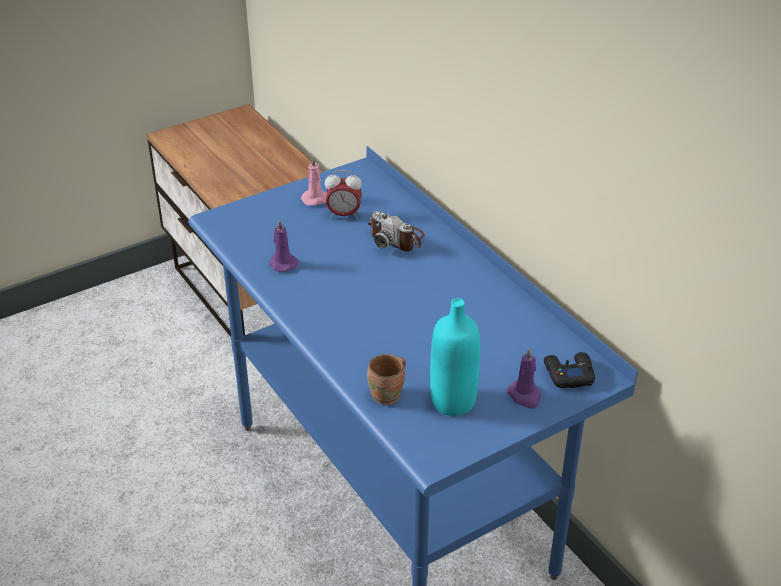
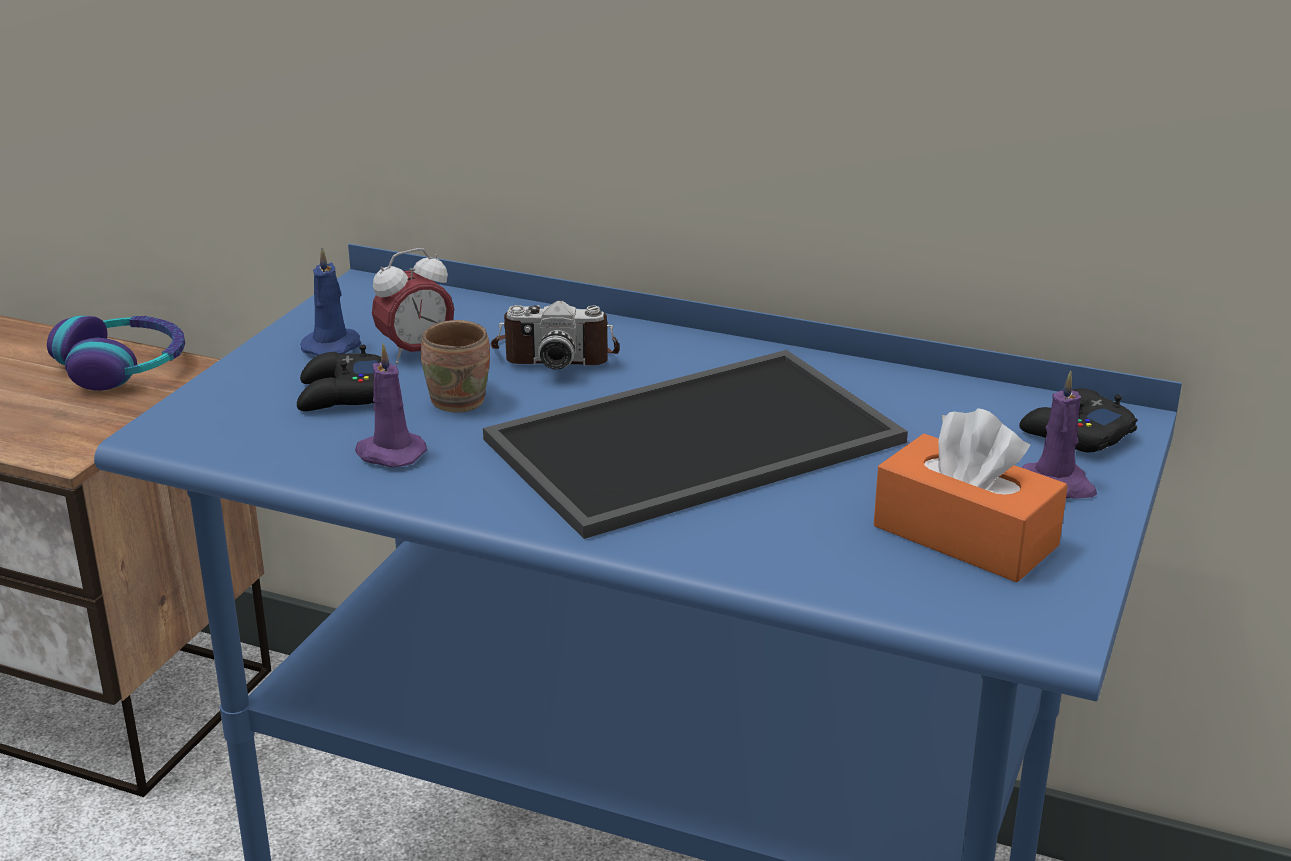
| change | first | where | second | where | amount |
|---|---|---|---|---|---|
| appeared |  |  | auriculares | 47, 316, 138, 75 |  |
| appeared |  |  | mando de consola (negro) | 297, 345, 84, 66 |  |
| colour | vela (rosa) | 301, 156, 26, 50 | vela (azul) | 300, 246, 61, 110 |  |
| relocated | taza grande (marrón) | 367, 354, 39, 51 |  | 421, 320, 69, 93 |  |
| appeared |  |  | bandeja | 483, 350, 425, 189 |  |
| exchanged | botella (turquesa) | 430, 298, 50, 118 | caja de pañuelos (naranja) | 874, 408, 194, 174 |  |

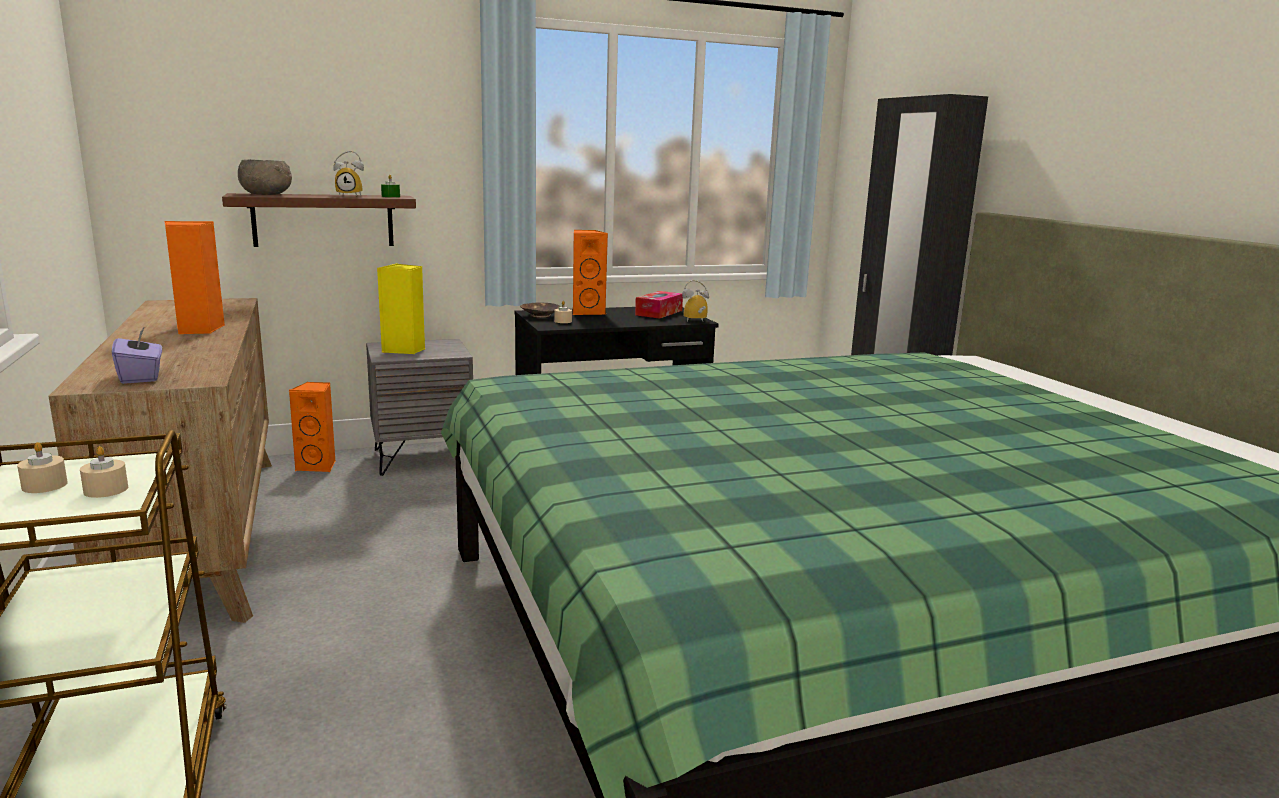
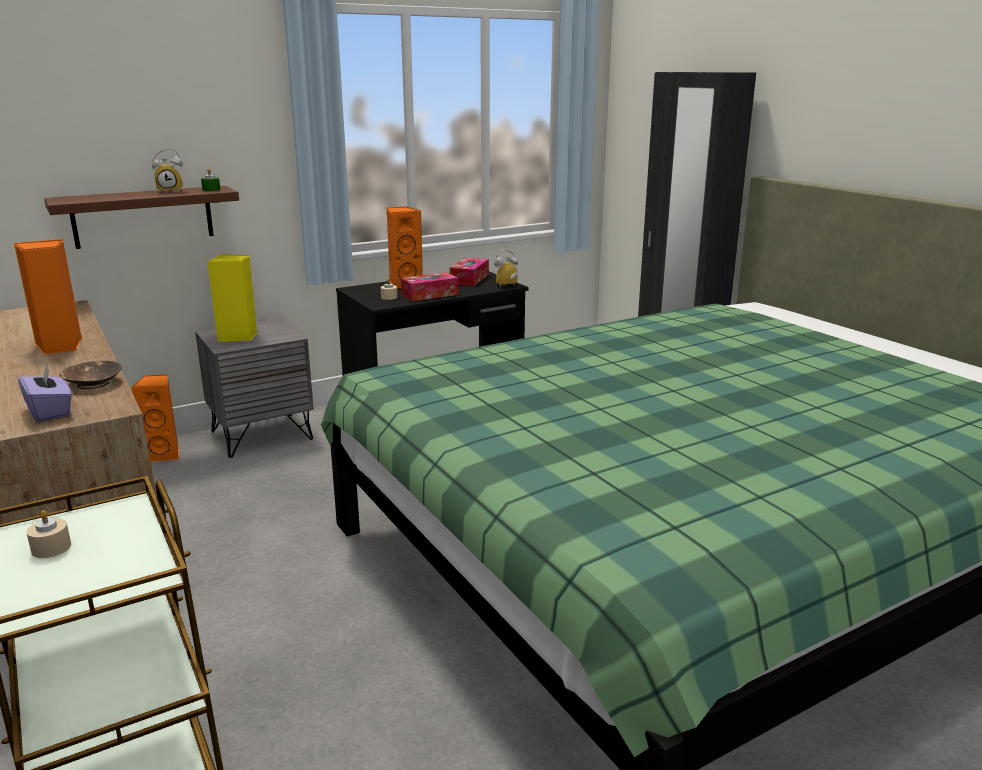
| change | first | where | second | where | amount |
|---|---|---|---|---|---|
| relocated | cuenco (marrón) | 520, 302, 40, 16 |  | 59, 361, 63, 28 |  |
| appeared |  |  | caja de pañuelos | 401, 272, 58, 29 |  |
| missing | vela (beis) | 80, 446, 48, 52 |  |  |  |
| missing | cuenco (gris) | 238, 159, 54, 36 |  |  |  |

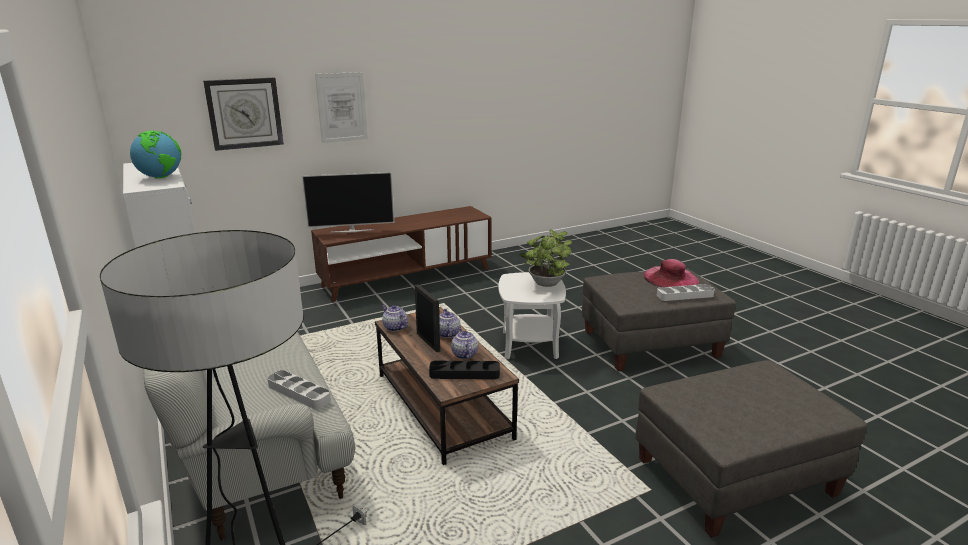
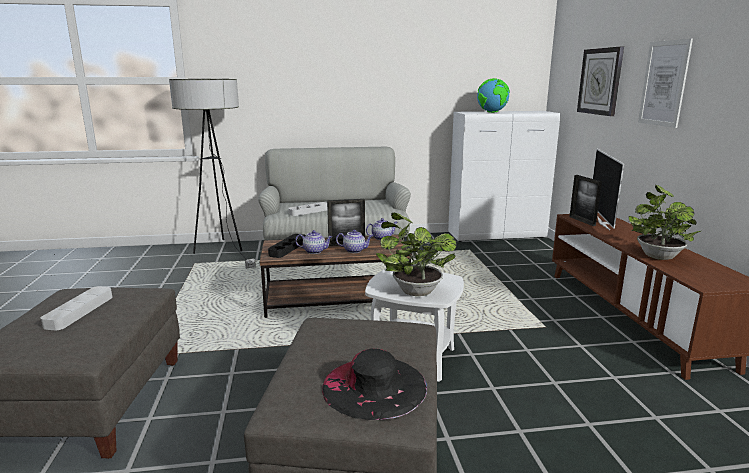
| change | first | where | second | where | amount |
|---|---|---|---|---|---|
| relocated | bandeja (gris) | 657, 284, 58, 17 |  | 41, 286, 72, 45 |  |
| colour | sombrero (rosa) | 644, 259, 55, 28 | sombrero (negro) | 322, 348, 105, 72 |  |
| appeared |  |  | portarretratos | 569, 175, 33, 51 |  |
| appeared |  |  | planta en maceta | 628, 185, 73, 75 |  |

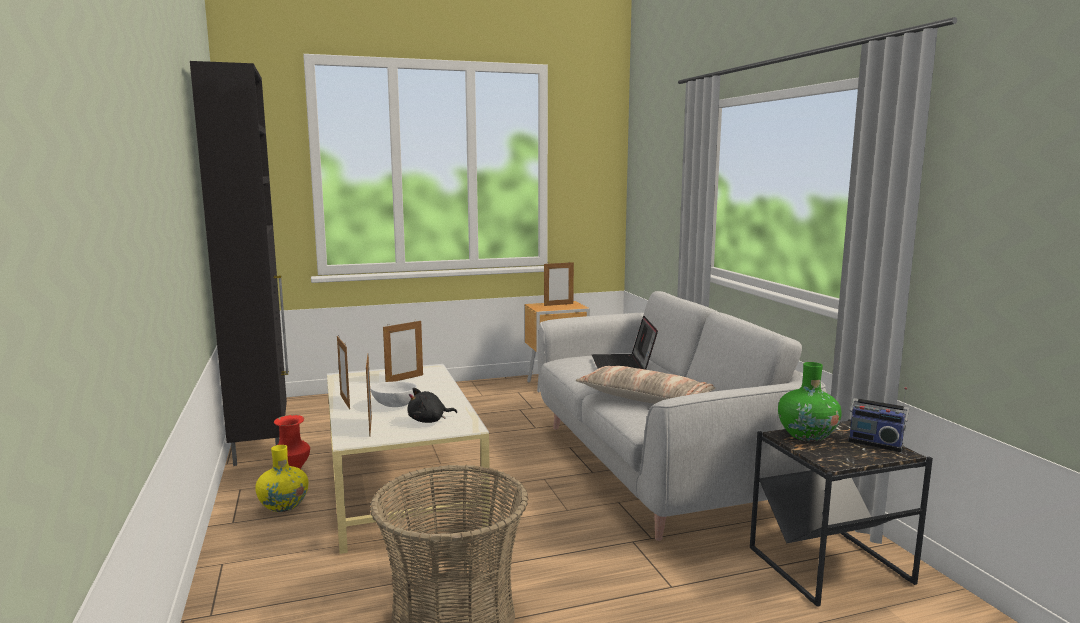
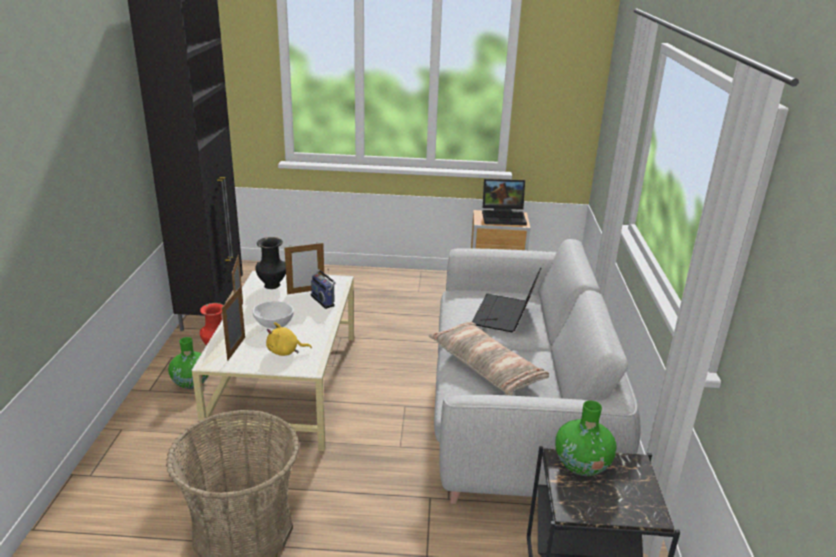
| change | first | where | second | where | amount |
|---|---|---|---|---|---|
| colour | florero (amarillo) | 255, 445, 54, 67 | florero (verde) | 168, 337, 41, 52 |  |
| appeared |  |  | florero (negro) | 256, 237, 30, 52 |  |
| colour | peluche (negro) | 407, 388, 50, 35 | peluche (amarillo) | 266, 322, 46, 34 |  |
| relocated | radio | 848, 387, 61, 65 |  | 311, 269, 25, 40 |  |
| exchanged | portarretratos | 544, 261, 30, 45 | portátil | 482, 179, 45, 46 |  |

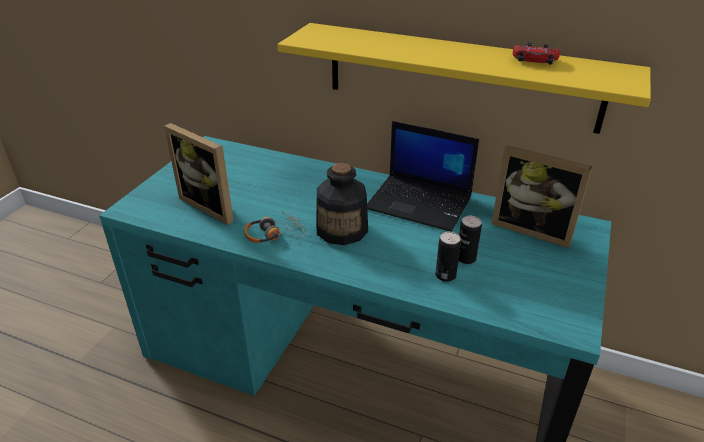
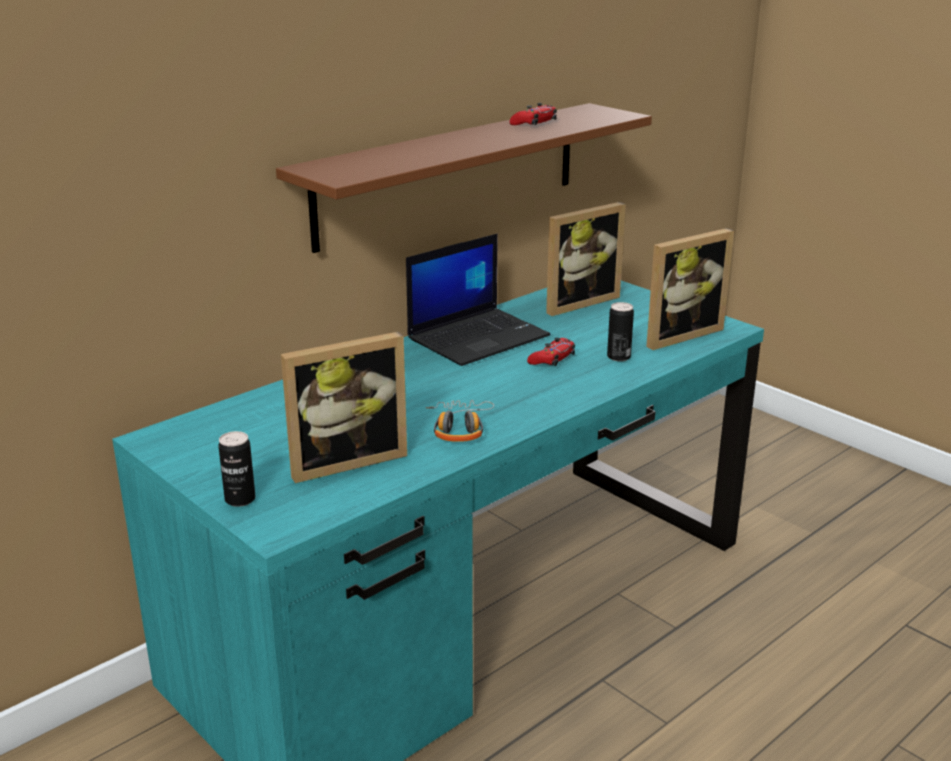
| change | first | where | second | where | amount |
|---|---|---|---|---|---|
| relocated | lata | 458, 216, 24, 48 |  | 218, 431, 38, 76 |  |
| colour | estante (amarillo) | 277, 23, 374, 111 | estante (marrón) | 276, 103, 376, 150 |  |
| appeared |  |  | mando de consola (rojo) | 527, 338, 48, 28 |  |
| appeared |  |  | portarretratos | 646, 228, 88, 122 |  |
| missing | botella | 316, 163, 52, 82 |  |  |  |

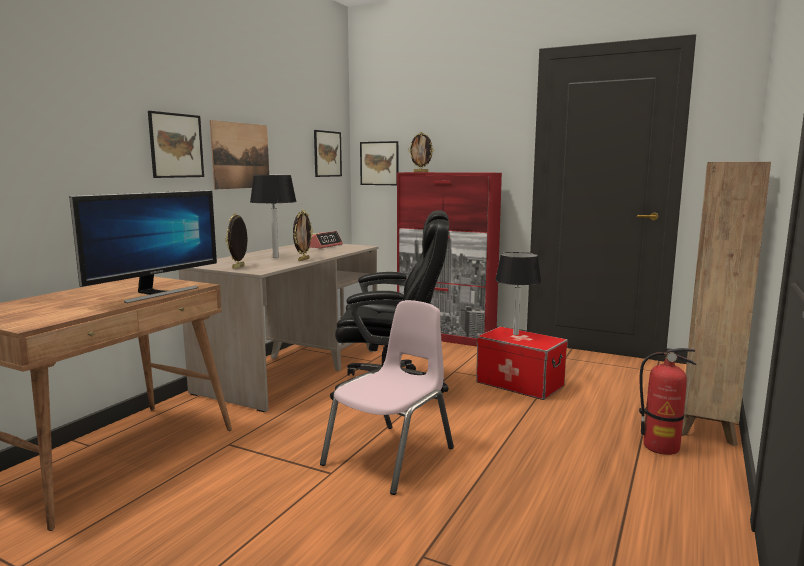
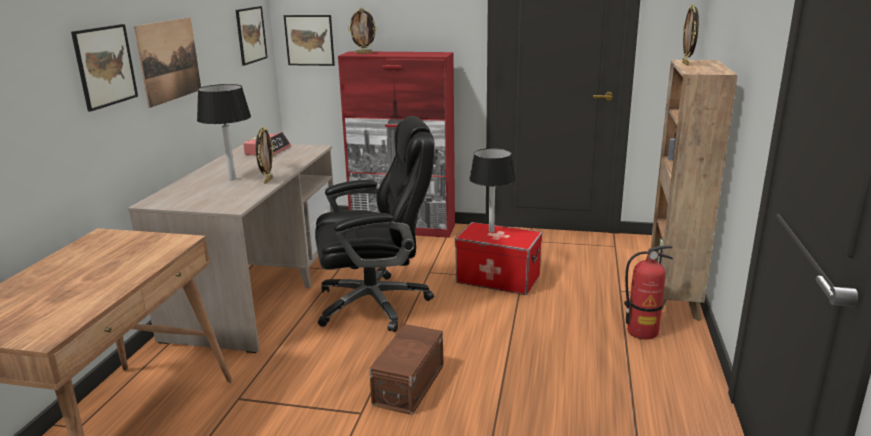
| change | first | where | second | where | amount |
|---|---|---|---|---|---|
| exchanged | silla (rosa) | 320, 300, 134, 195 | caja de almacenaje (marrón) | 369, 324, 74, 91 |  |
| relocated | portarretratos | 226, 213, 21, 56 |  | 682, 4, 17, 62 |  |
| missing | monitor | 69, 190, 148, 113 |  |  |  |

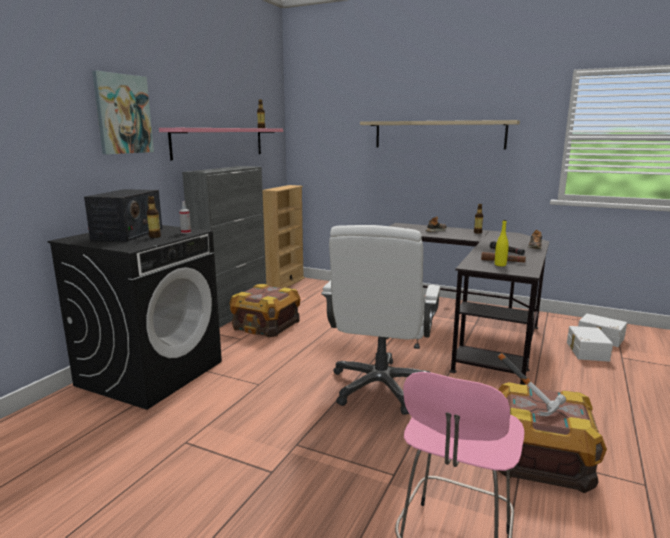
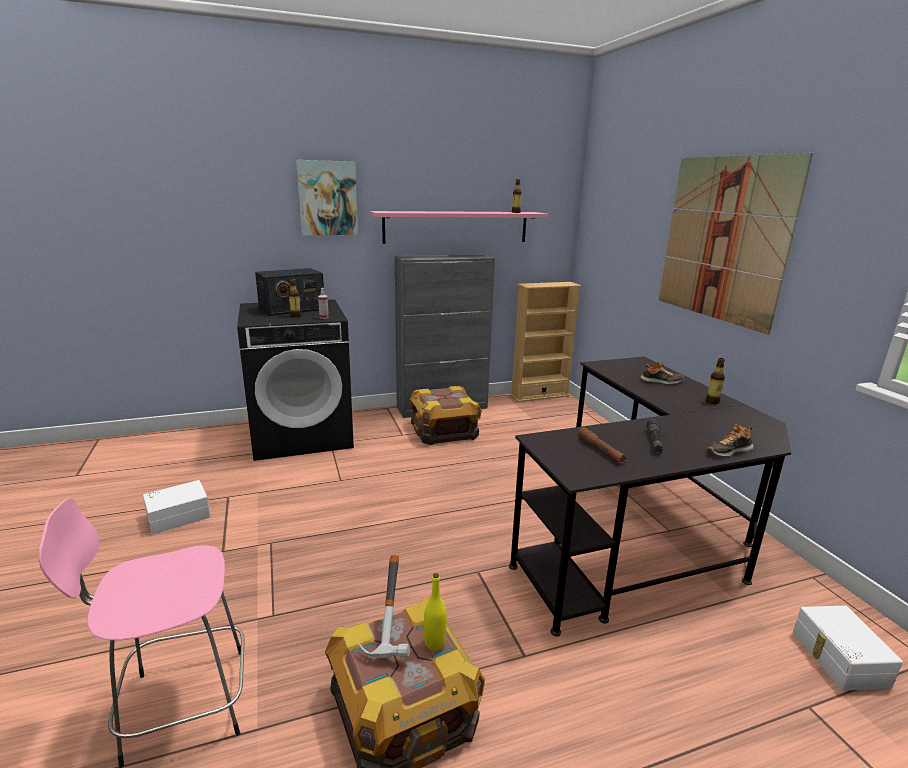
| change | first | where | second | where | amount |
|---|---|---|---|---|---|
| relocated | caja de almacenaje (blanco) | 567, 326, 46, 36 |  | 143, 480, 68, 54 |  |
| relocated | botella (amarillo) | 495, 220, 14, 46 |  | 424, 573, 23, 77 |  |
| exchanged | estante (beis) | 360, 120, 160, 29 | cuadro | 659, 153, 154, 182 |  |
| missing | silla de oficina (blanco) | 321, 225, 119, 190 |  |  |  |

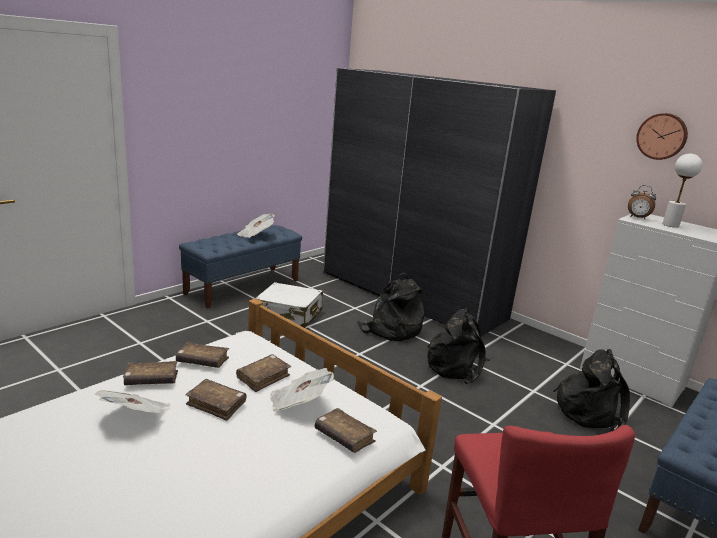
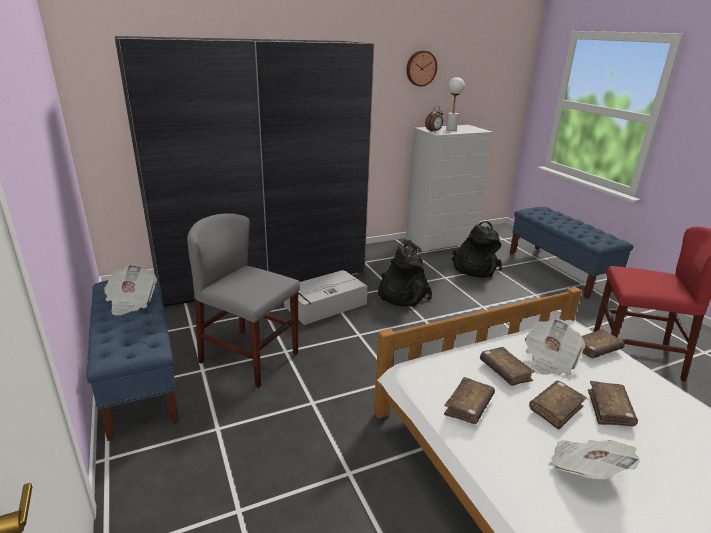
| change | first | where | second | where | amount |
|---|---|---|---|---|---|
| exchanged | maleta (blanco) | 256, 282, 67, 46 | silla (gris) | 187, 214, 113, 174 |  |
| exchanged | mochila (negro) | 357, 273, 67, 68 | caja de almacenaje (gris) | 284, 270, 84, 55 |  |
| relocated | libro (marrón) | 123, 361, 55, 24 |  | 588, 381, 50, 45 |  |

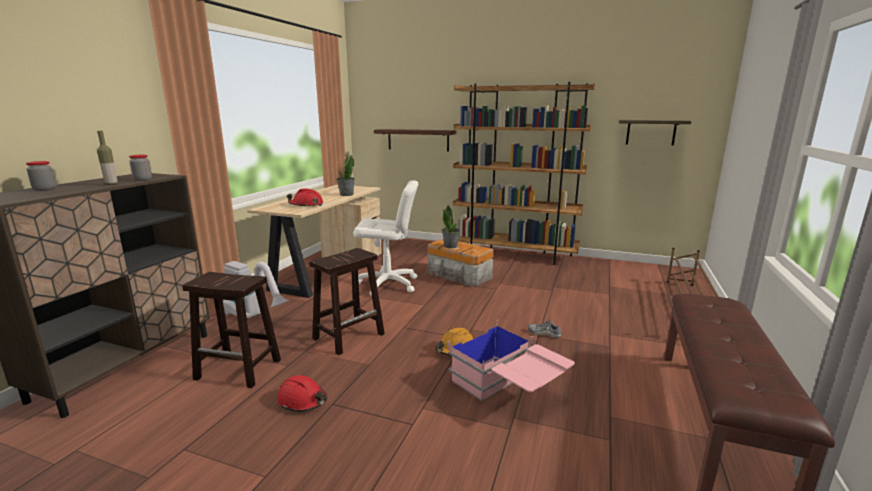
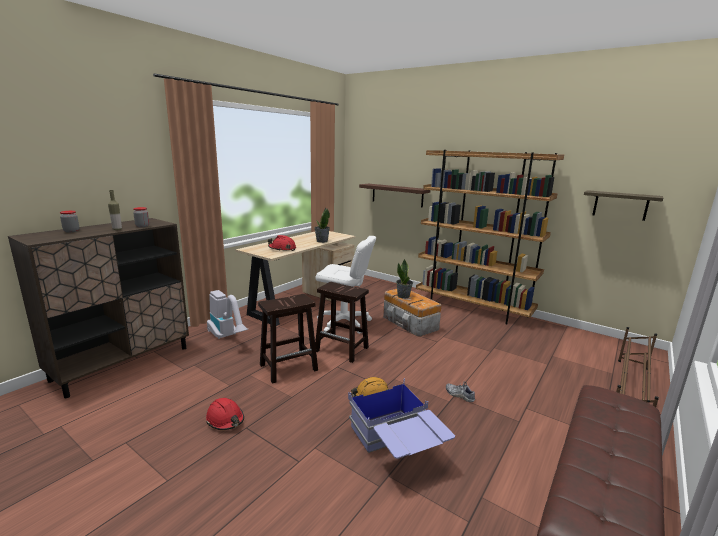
| change | first | where | second | where | amount |
|---|---|---|---|---|---|
| relocated | taburete (marrón) | 182, 272, 99, 116 |  | 315, 282, 54, 81 |  |
| colour | caja de almacenaje (rosa) | 448, 320, 127, 81 | caja de almacenaje (azul) | 348, 378, 107, 81 |  |

